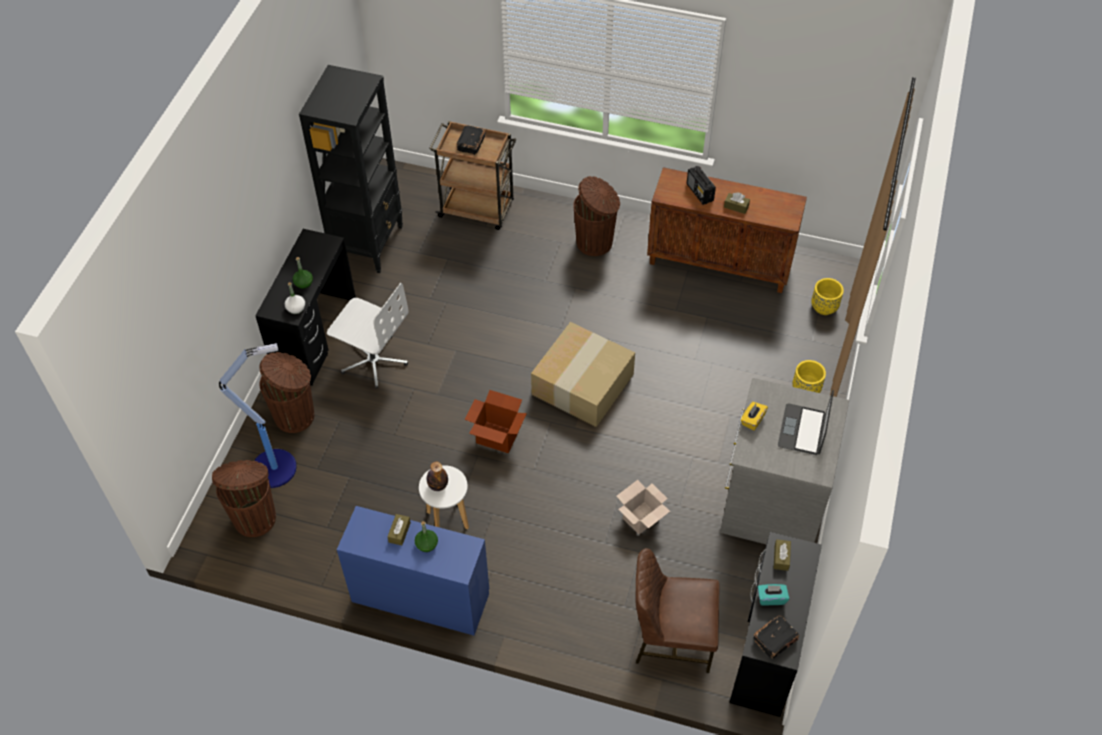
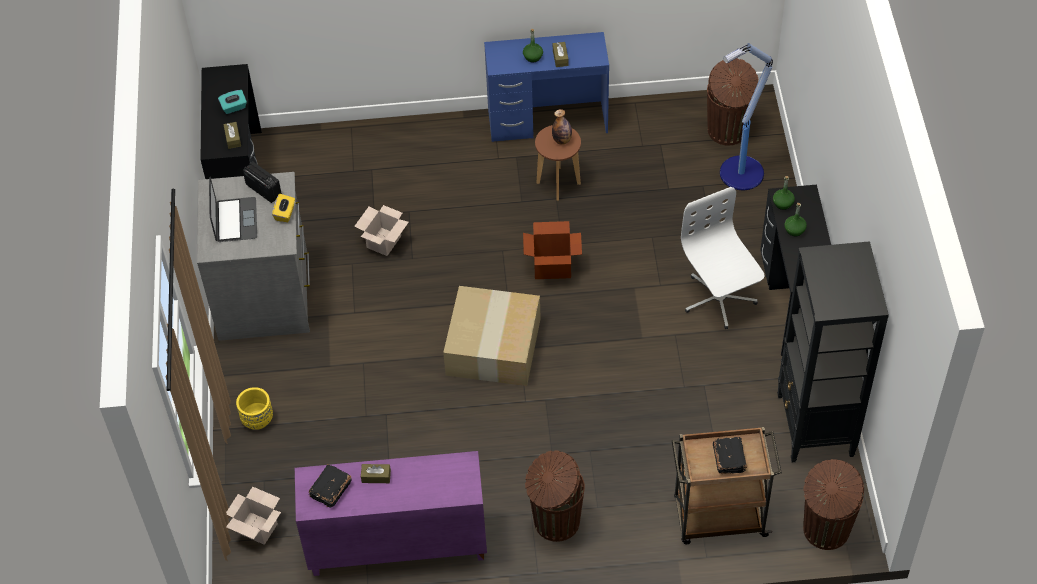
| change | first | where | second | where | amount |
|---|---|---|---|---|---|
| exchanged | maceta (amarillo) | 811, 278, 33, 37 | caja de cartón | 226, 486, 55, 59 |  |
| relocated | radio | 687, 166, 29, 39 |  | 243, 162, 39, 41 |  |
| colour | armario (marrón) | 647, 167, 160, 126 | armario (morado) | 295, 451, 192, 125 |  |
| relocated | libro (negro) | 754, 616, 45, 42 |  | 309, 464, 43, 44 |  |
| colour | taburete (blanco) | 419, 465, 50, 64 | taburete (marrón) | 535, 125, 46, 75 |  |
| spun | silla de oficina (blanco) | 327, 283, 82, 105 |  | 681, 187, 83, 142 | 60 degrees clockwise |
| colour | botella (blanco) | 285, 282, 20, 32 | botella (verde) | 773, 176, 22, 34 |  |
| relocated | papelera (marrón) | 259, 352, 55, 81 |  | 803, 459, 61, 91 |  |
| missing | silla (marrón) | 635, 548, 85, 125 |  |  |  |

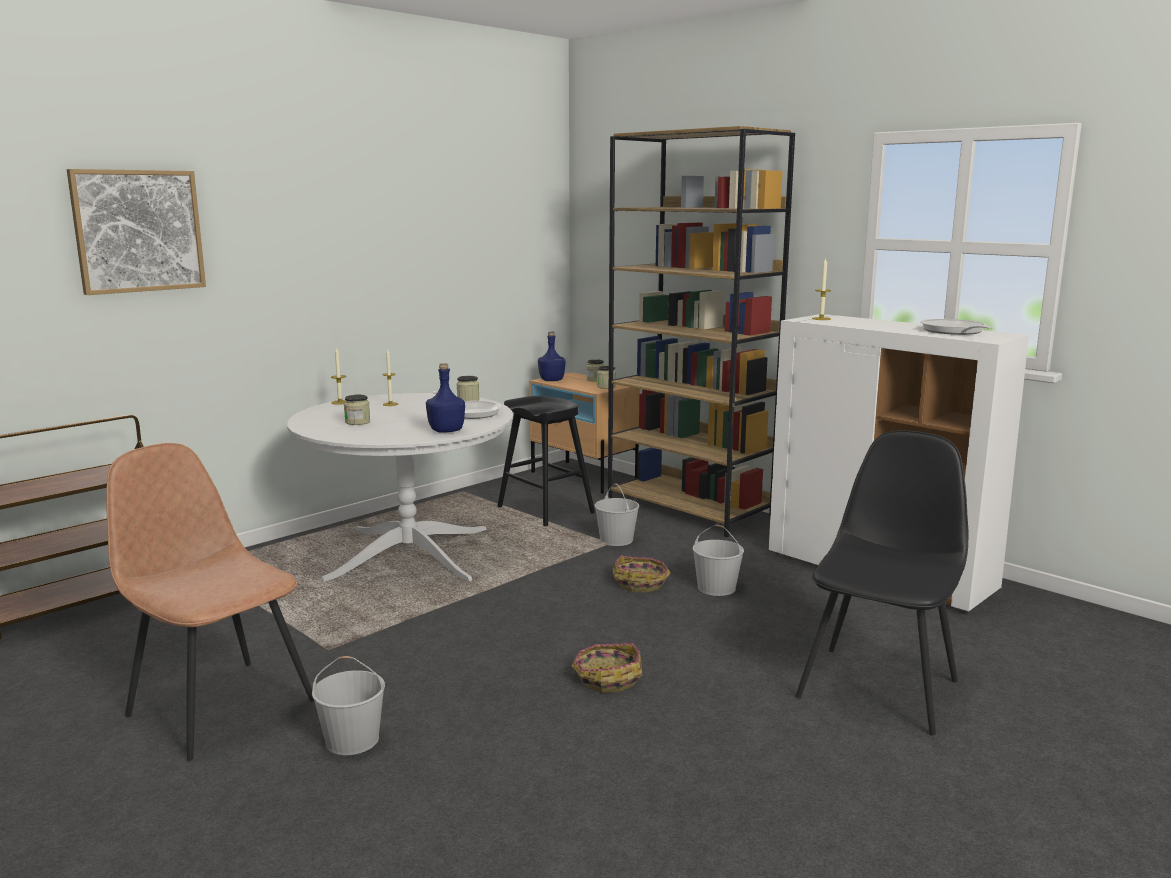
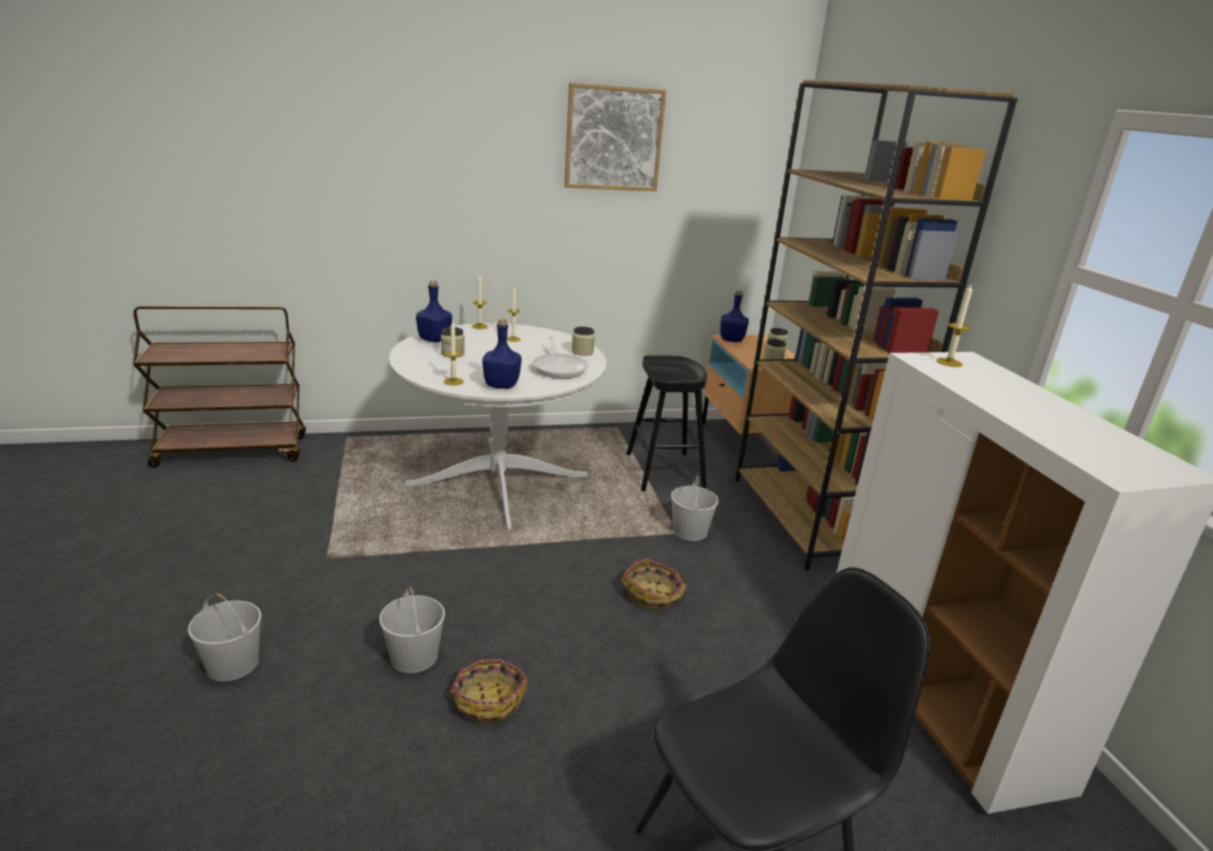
| change | first | where | second | where | amount |
|---|---|---|---|---|---|
| relocated | cubo (blanco) | 693, 525, 51, 71 |  | 379, 587, 66, 86 |  |
| appeared |  |  | botella (azul) | 416, 281, 36, 61 |  |
| appeared |  |  | vela | 444, 322, 20, 63 |  |
| relocated | cuadro | 67, 169, 139, 126 |  | 564, 83, 102, 108 |  |
| missing | silla (marrón) | 107, 443, 207, 317 |  |  |  |
| missing | sartén | 920, 319, 73, 16 |  |  |  |

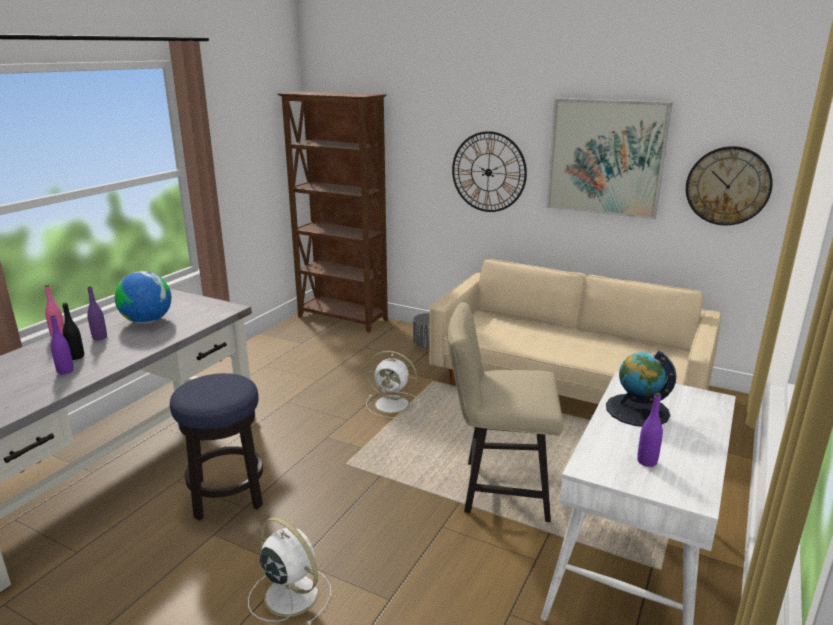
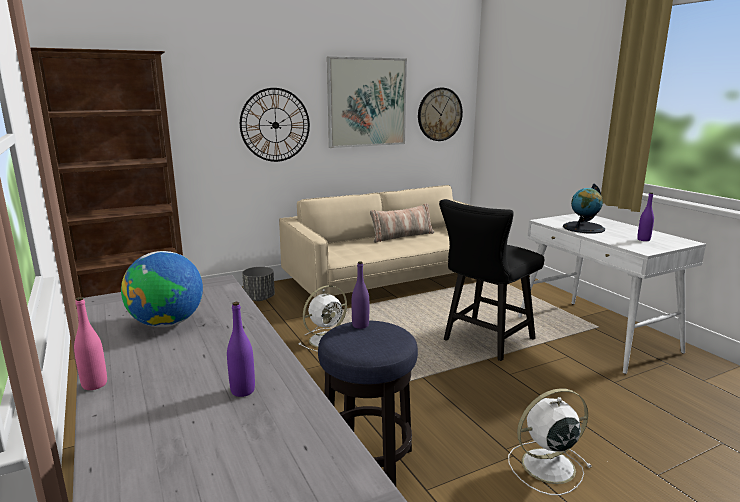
| change | first | where | second | where | amount |
|---|---|---|---|---|---|
| relocated | botella (morado) | 87, 286, 20, 54 |  | 352, 261, 17, 68 |  |
| appeared |  |  | cojín | 370, 203, 64, 40 |  |
| colour | silla (beis) | 448, 302, 115, 220 | silla (negro) | 439, 199, 105, 162 |  |
| missing | botella (negro) | 62, 303, 22, 57 |  |  |  |

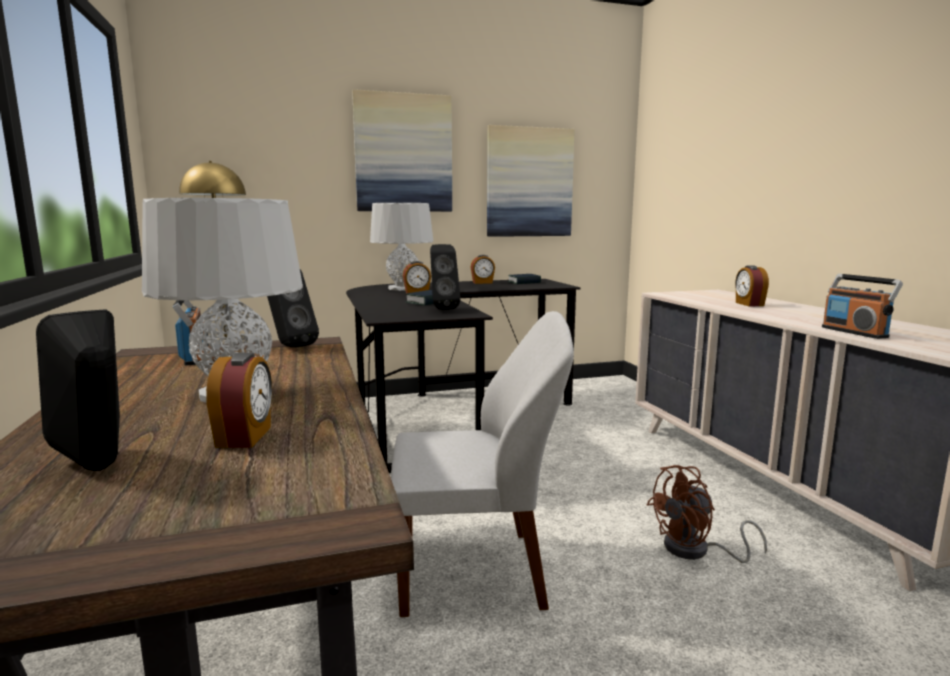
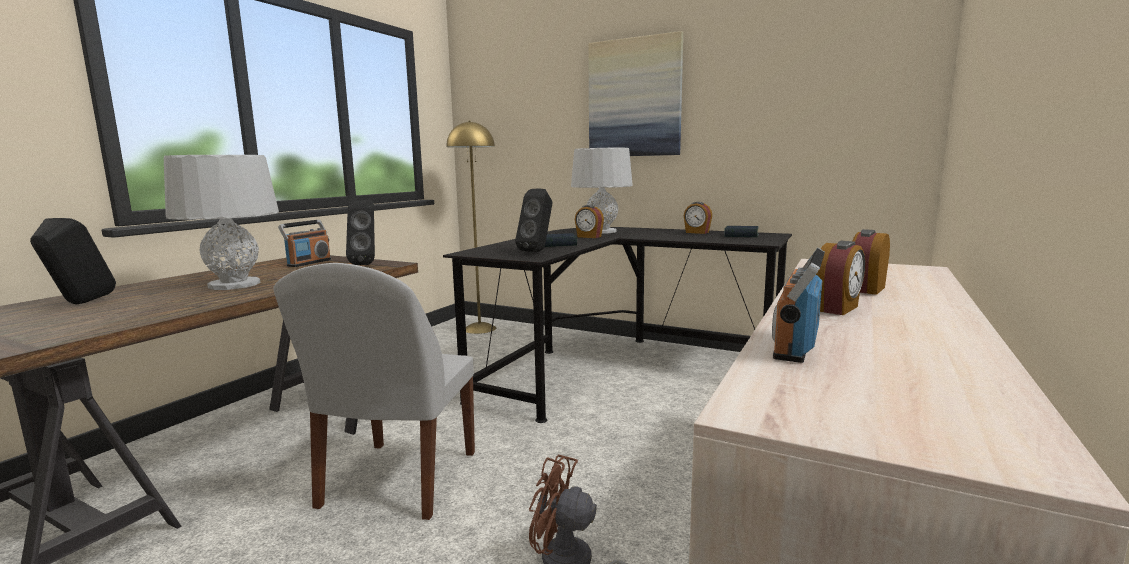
| change | first | where | second | where | amount |
|---|---|---|---|---|---|
| spun | silla (blanco) | 391, 311, 183, 306 |  | 274, 263, 201, 257 | 60 degrees clockwise |
| relocated | despertador | 206, 352, 66, 96 |  | 816, 241, 49, 74 |  |
| missing | cuadro | 487, 125, 88, 112 |  |  |  |

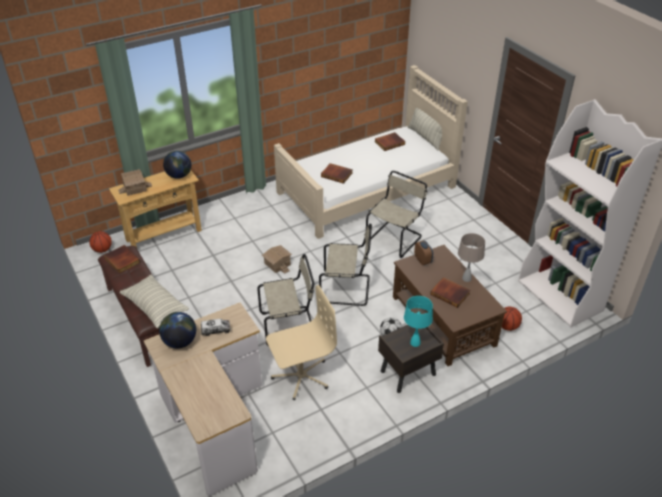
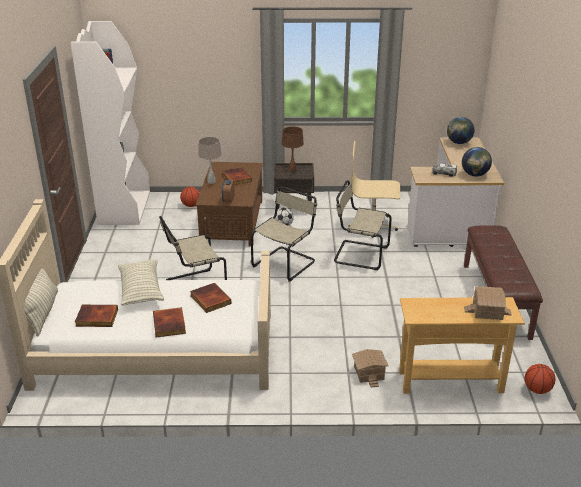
| change | first | where | second | where | amount |
|---|---|---|---|---|---|
| relocated | cojín | 120, 274, 69, 55 |  | 118, 259, 46, 46 |  |
| relocated | libro | 104, 245, 36, 29 |  | 153, 307, 33, 30 |  |
| spun | silla (beis) | 319, 223, 53, 83 |  | 251, 186, 66, 96 | 90 degrees clockwise |
| colour | lámpara de mesa (turquesa) | 404, 296, 29, 51 | lámpara de mesa (marrón) | 282, 126, 22, 46 |  |
| relocated | casita | 262, 245, 30, 29 |  | 352, 349, 36, 39 |  |
| relocated | globo terráqueo | 163, 151, 28, 28 |  | 447, 117, 27, 27 |  |

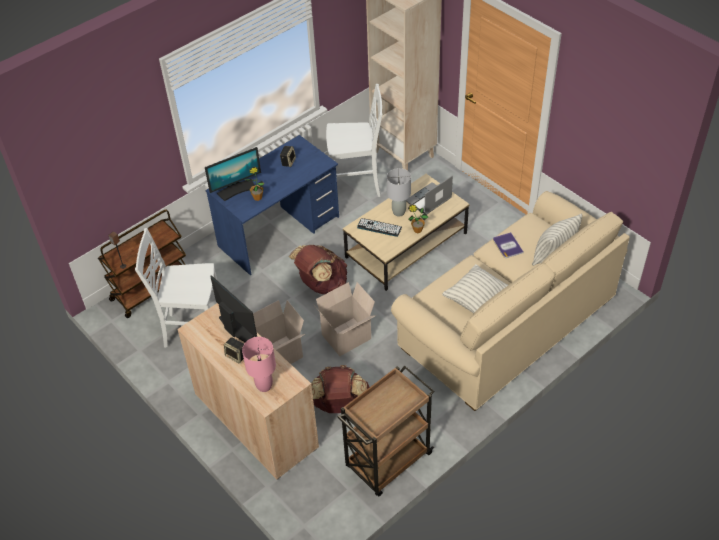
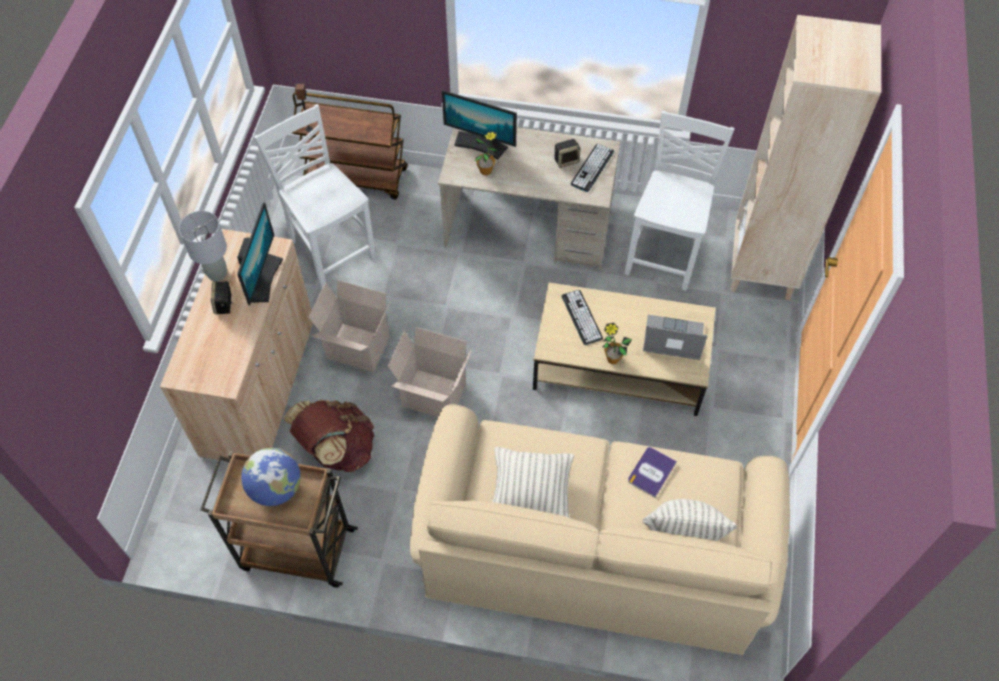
| change | first | where | second | where | amount |
|---|---|---|---|---|---|
| relocated | lámpara de mesa (gris) | 387, 168, 24, 49 |  | 179, 211, 48, 70 |  |
| appeared |  |  | globo terráqueo | 241, 448, 60, 58 |  |
| colour | escritorio (azul) | 205, 135, 134, 140 | escritorio (beis) | 438, 127, 182, 143 |  |
| appeared |  |  | teclado | 571, 144, 43, 48 |  |
| spun | silla (blanco) | 326, 84, 57, 113 |  | 624, 111, 111, 180 | 120 degrees counterclockwise |
| missing | lámpara de mesa (rosa) | 242, 337, 34, 55 |  |  |  |
| missing | mochila (marrón) | 289, 245, 59, 49 |  |  |  |

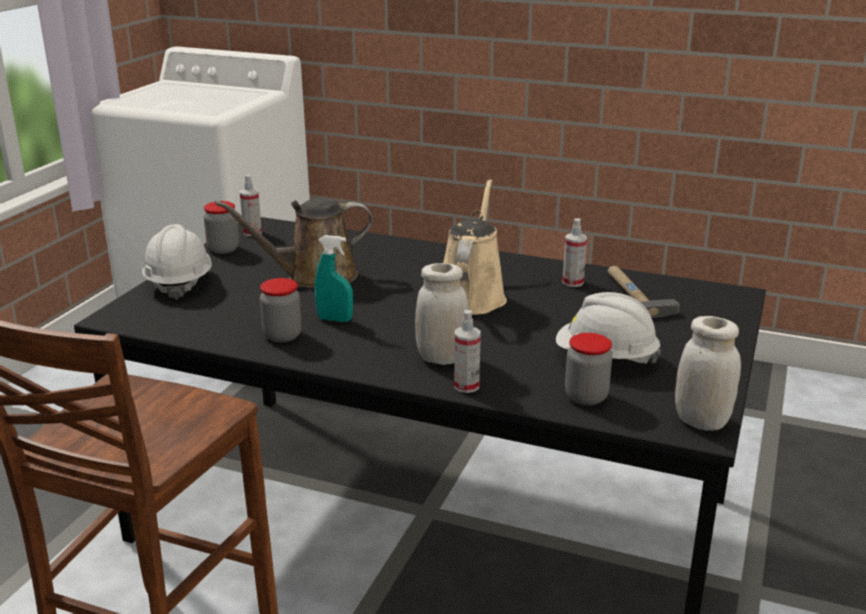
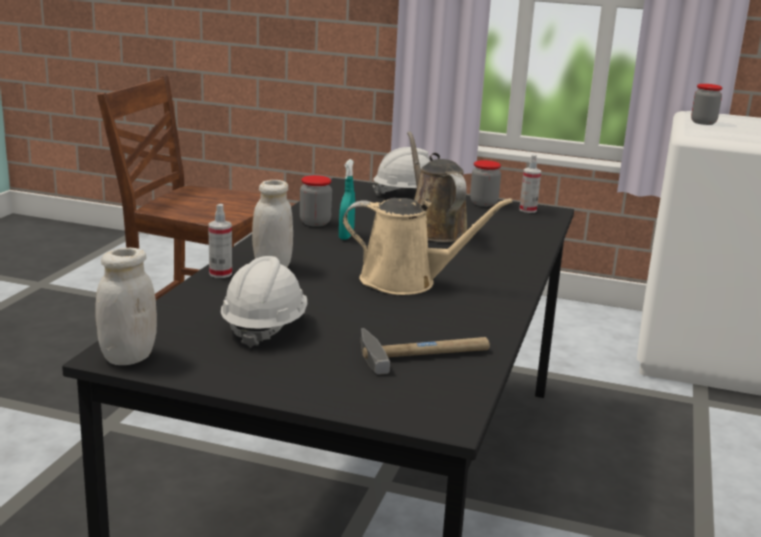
| change | first | where | second | where | amount |
|---|---|---|---|---|---|
| relocated | tarro | 565, 333, 47, 73 |  | 691, 84, 32, 41 |  |
| missing | pulverizador | 562, 218, 25, 69 |  |  |  |

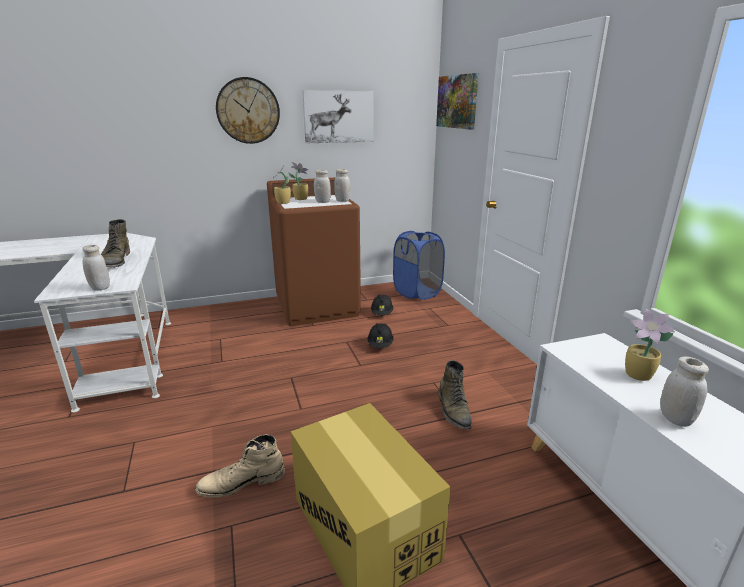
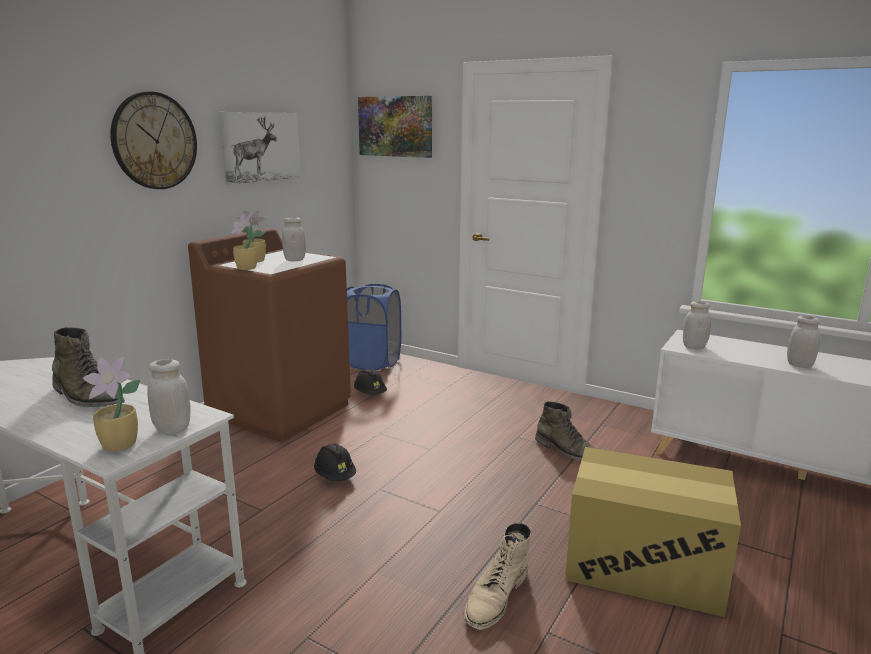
| change | first | where | second | where | amount |
|---|---|---|---|---|---|
| relocated | planta en maceta | 625, 309, 50, 72 |  | 83, 357, 57, 94 |  |
| relocated | casco (negro) | 368, 323, 26, 25 |  | 314, 443, 42, 38 |  |
| relocated | tarro (blanco) | 334, 169, 17, 33 |  | 683, 301, 28, 48 |  |

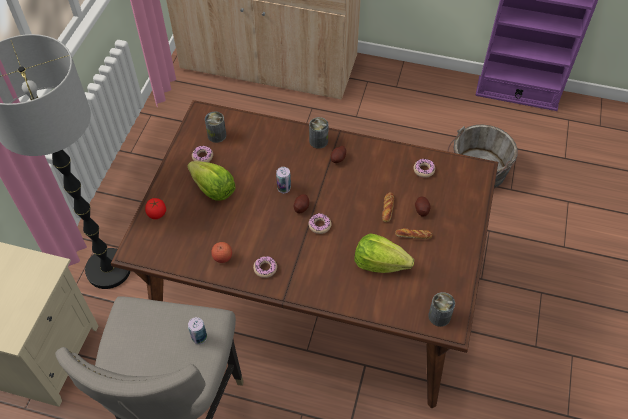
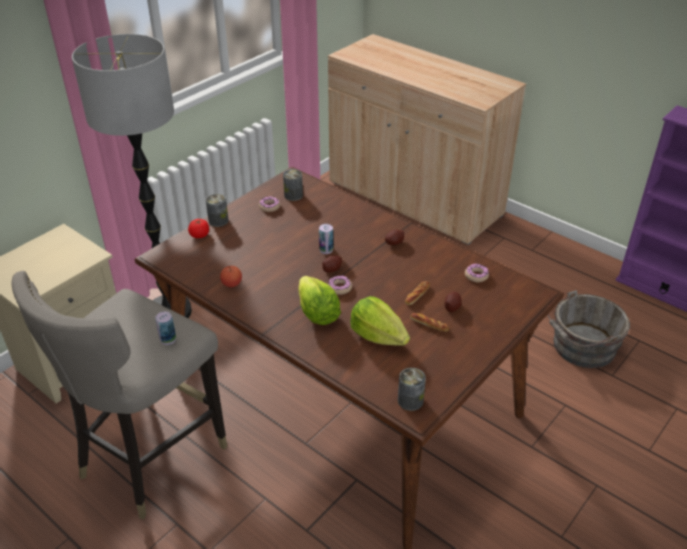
| change | first | where | second | where | amount |
|---|---|---|---|---|---|
| relocated | lata | 309, 117, 20, 32 |  | 206, 194, 23, 33 |  |
| relocated | lechuga | 187, 161, 48, 39 |  | 298, 276, 43, 49 |  |
| missing | rosquilla | 253, 256, 24, 22 |  |  |  |

